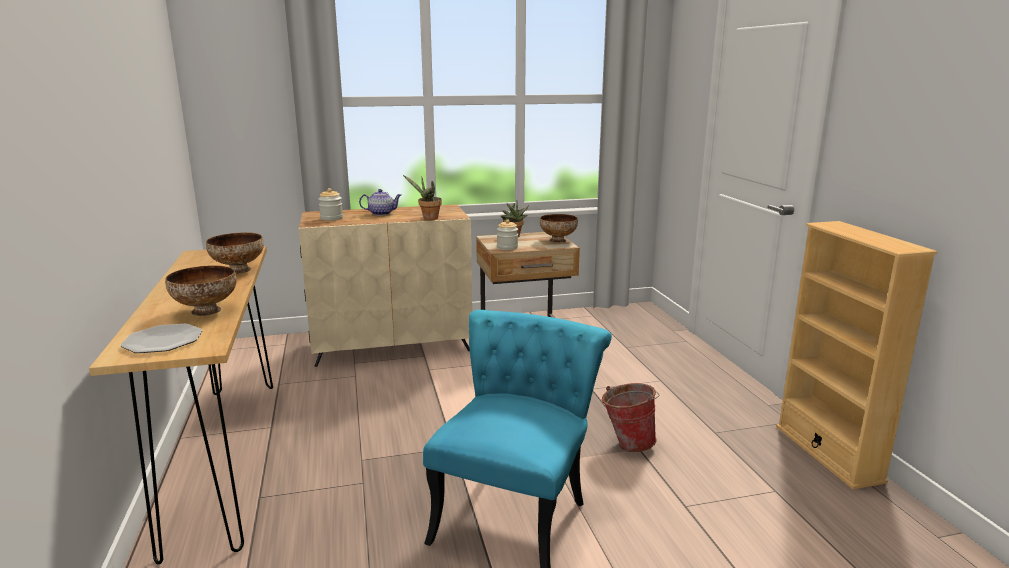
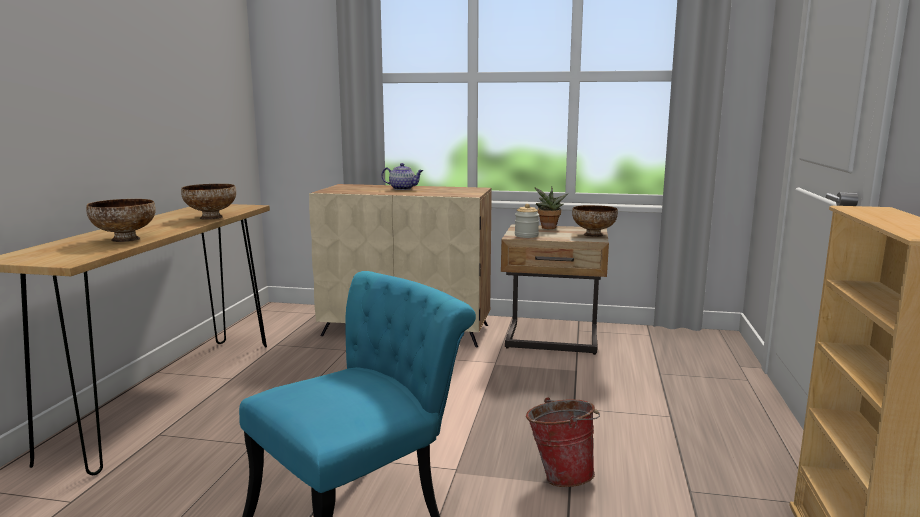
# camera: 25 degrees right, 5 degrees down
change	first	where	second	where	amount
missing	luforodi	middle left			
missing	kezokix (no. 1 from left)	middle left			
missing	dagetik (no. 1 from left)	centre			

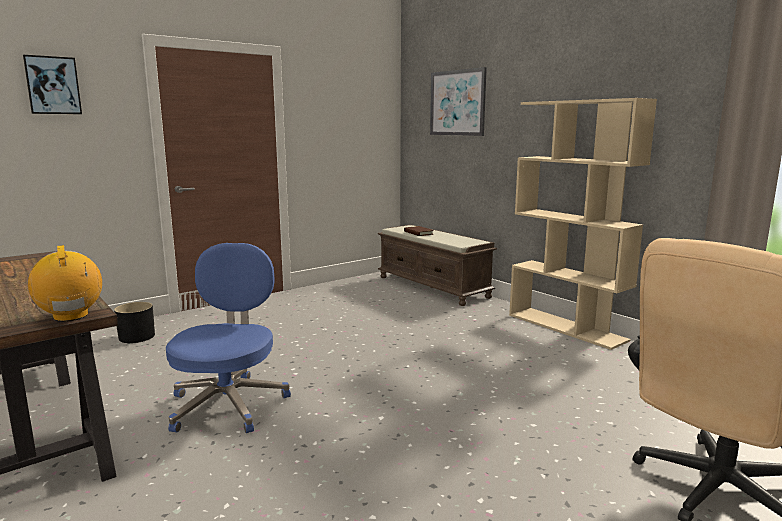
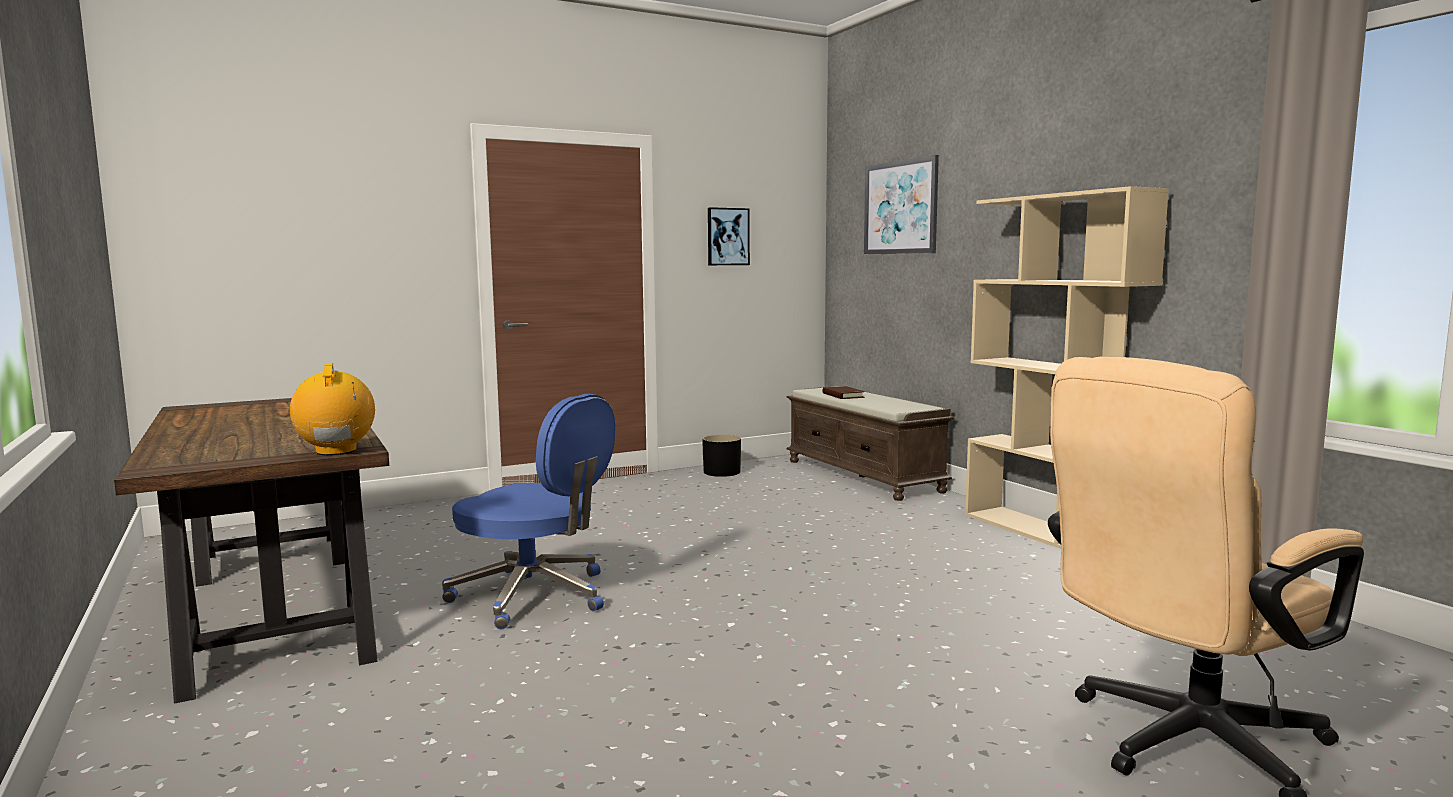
# camera: 10 degrees right, 5 degrees down
change	first	where	second	where	amount
relocated	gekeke (no. 1 from left)	top left		top centre	
relocated	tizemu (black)	middle left		centre	
spun	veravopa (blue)	middle left		centre	105 degrees clockwise

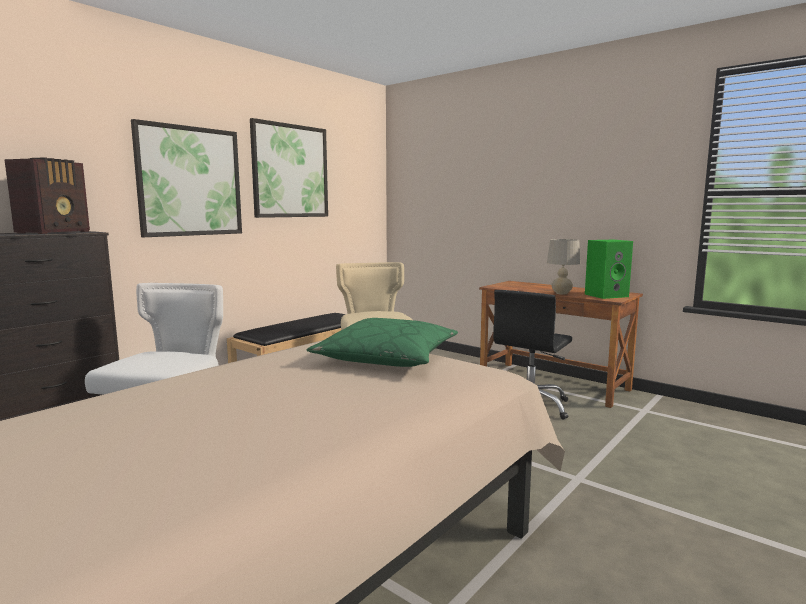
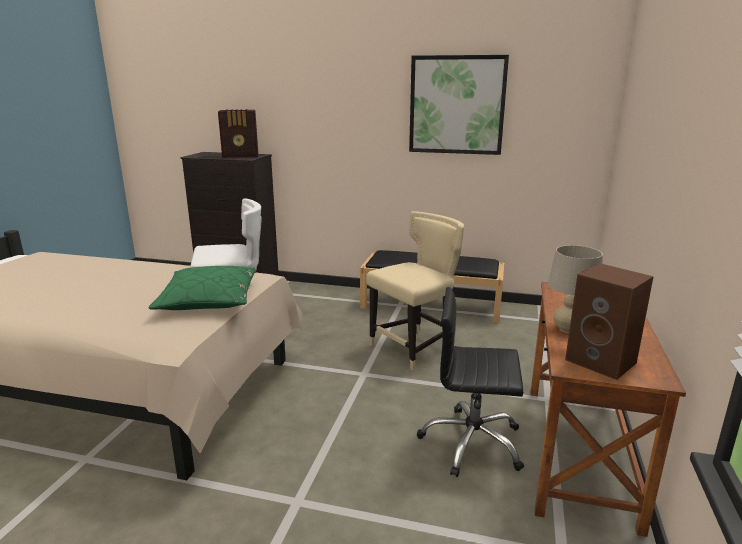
# camera: 65 degrees right, 10 degrees up
change	first	where	second	where	amount
missing	gekeke (no. 1 from left)	top left			
colour	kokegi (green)	middle right	kokegi (brown)	middle right	

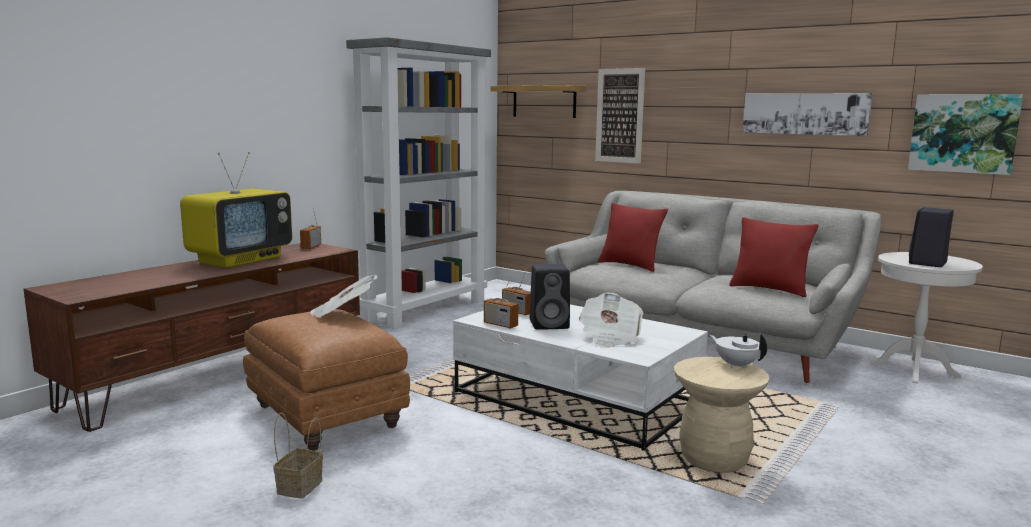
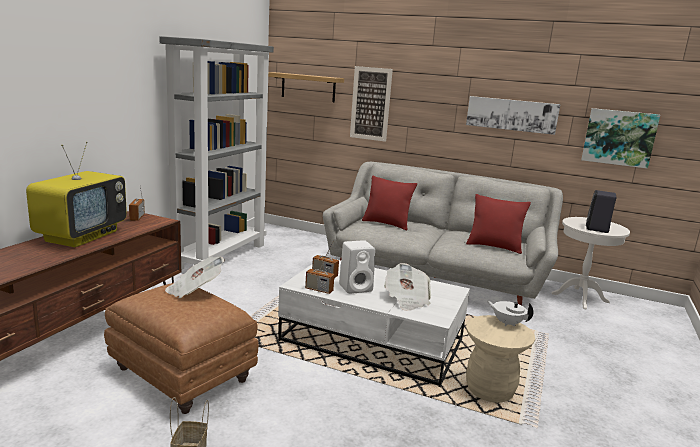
# camera: 15 degrees left, 5 degrees up
change	first	where	second	where	amount
colour	kokegi (black) (no. 1 from left)	centre	kokegi (white)	centre	

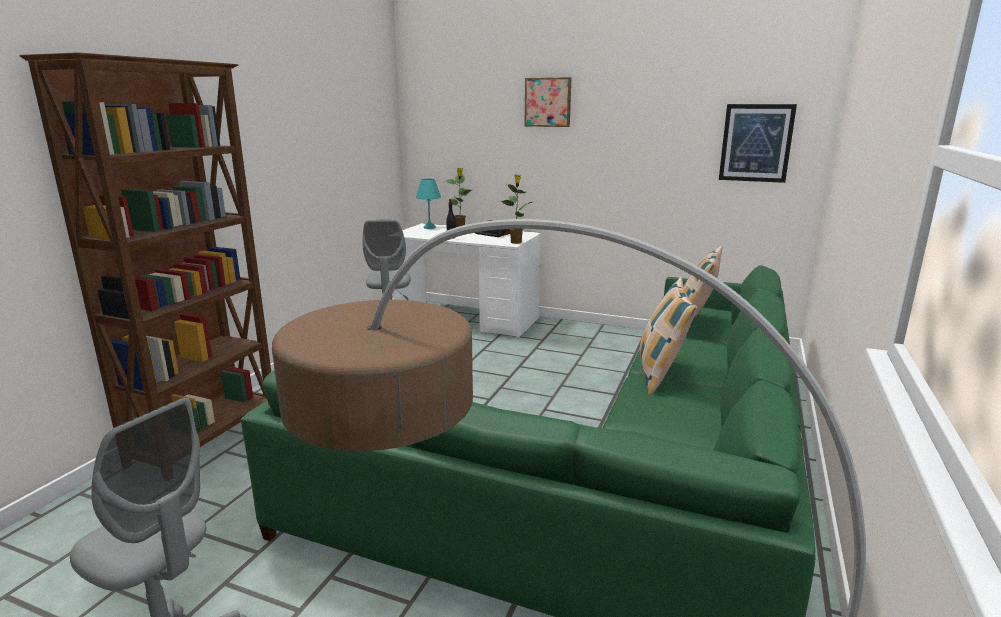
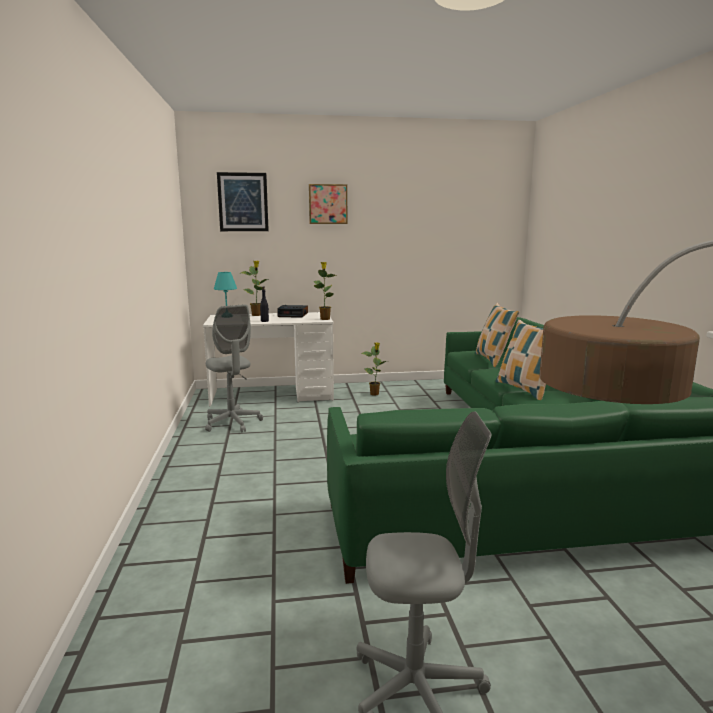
# camera: 30 degrees left, 5 degrees down
change	first	where	second	where	amount
missing	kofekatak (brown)	middle left			
relocated	gekeke (no. 2 from left in the first image)	top right	gekeke (no. 1 from left)	top centre	
appeared			dagetik (no. 3 from left)	centre	

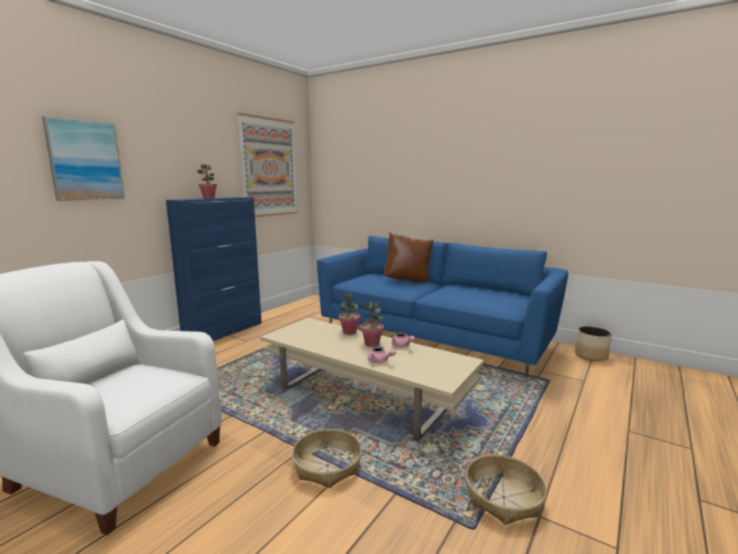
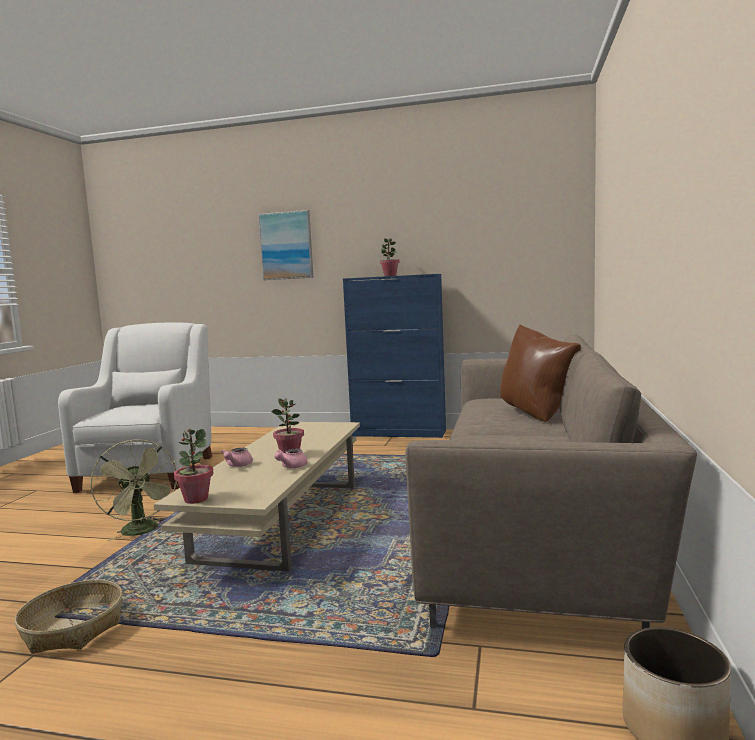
# camera: 70 degrees right, 5 degrees down
change	first	where	second	where	amount
missing	gekeke (no. 2 from left)	top centre			
exchanged	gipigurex (no. 1 from left)	bottom centre	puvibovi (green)	middle left	
colour	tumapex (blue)	centre	tumapex (beige)	middle right	
relocated	dagetik (no. 2 from left in the first image)	centre	dagetik (no. 1 from left)	middle left	

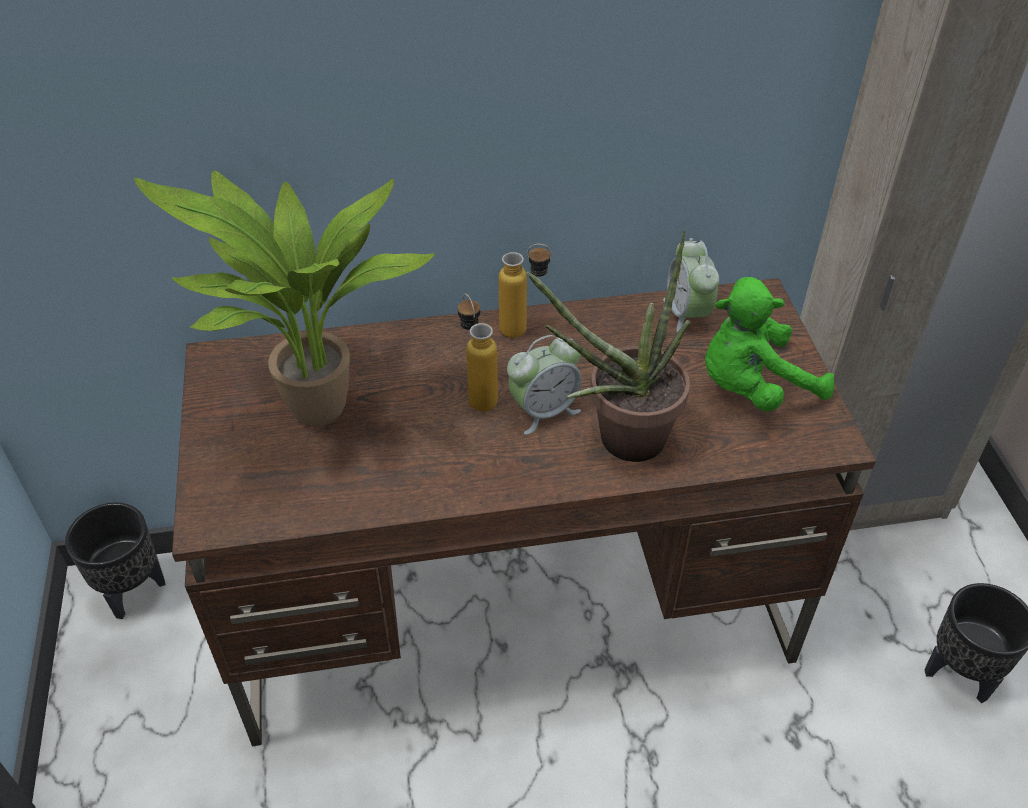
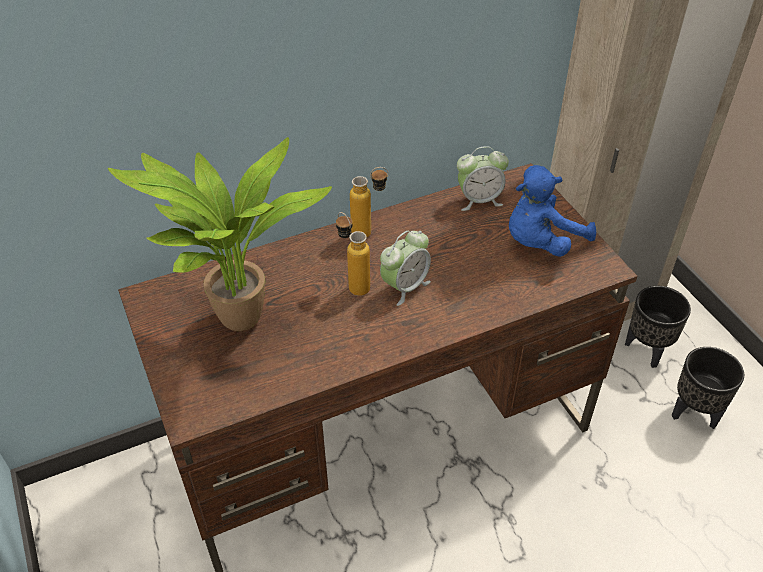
# camera: 15 degrees left, 0 degrees up
change	first	where	second	where	amount
relocated	tizemu (black) (no. 1 from left)	bottom left		middle right	
missing	dagetik (no. 2 from left)	centre			
spun	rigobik (no. 2 from left)	middle right		top centre	75 degrees counterclockwise
colour	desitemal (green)	middle right	desitemal (blue)	middle right	

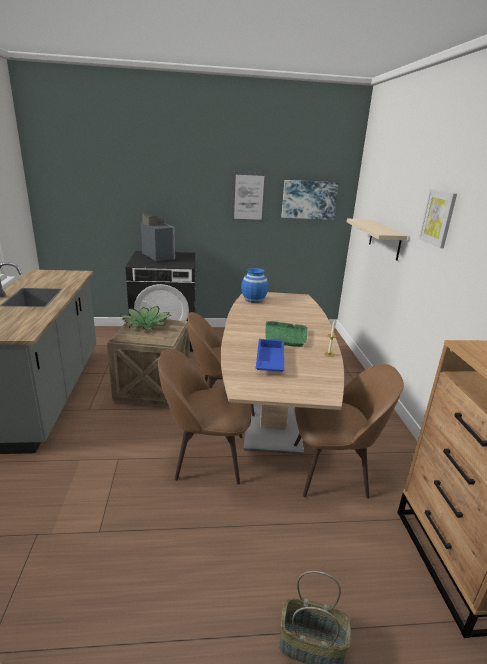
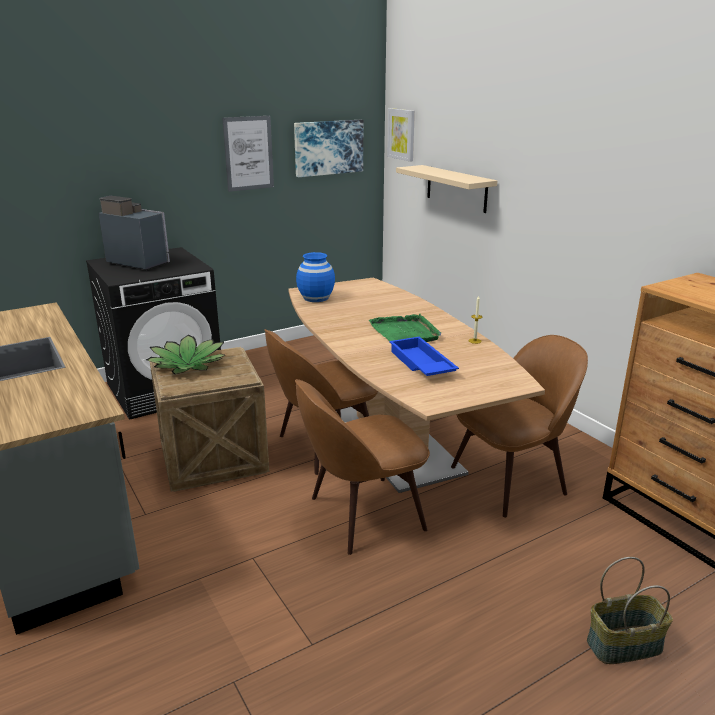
# camera: 25 degrees left, 0 degrees up
change	first	where	second	where	amount
relocated	gekeke (no. 3 from left)	top right		top centre	

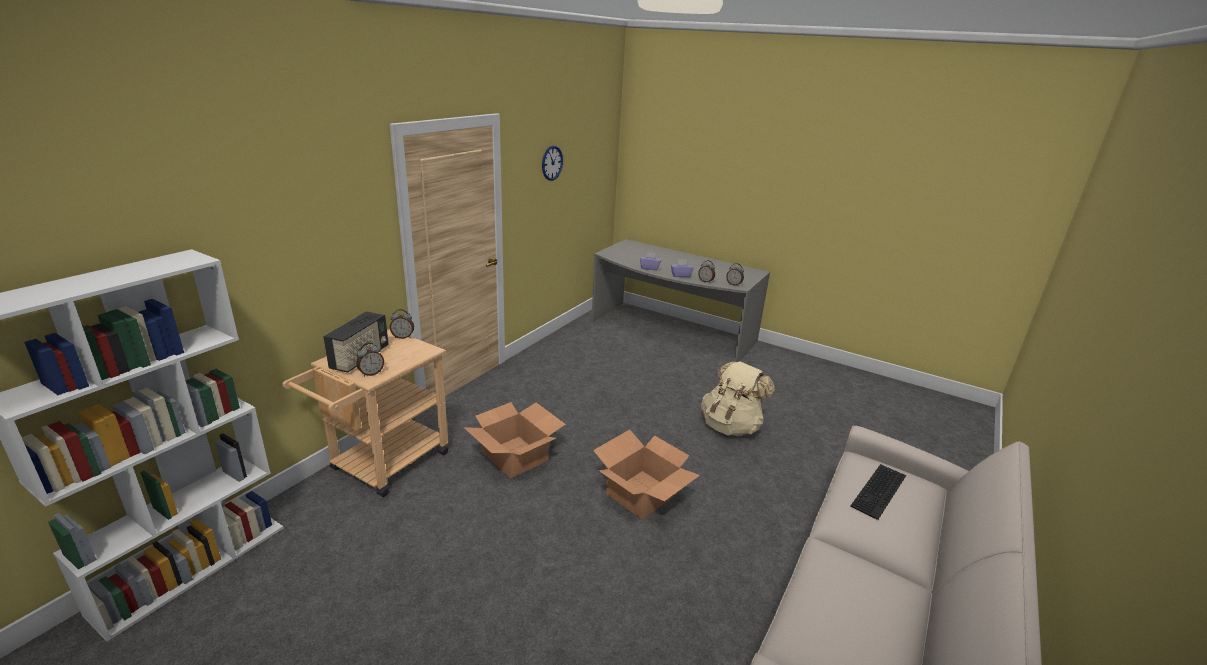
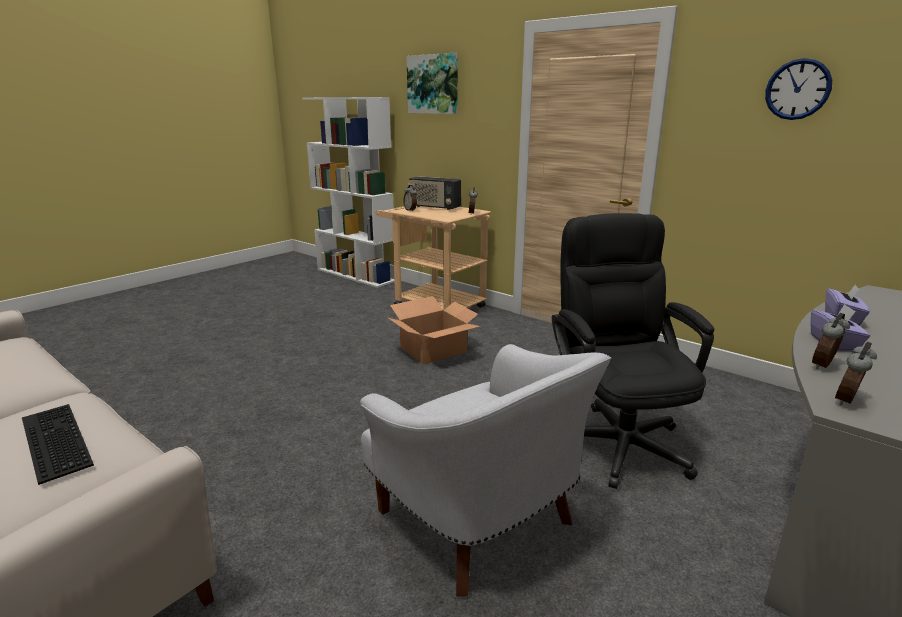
# camera: 100 degrees right, 5 degrees down
change	first	where	second	where	amount
missing	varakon (no. 2 from left)	bottom centre			
exchanged	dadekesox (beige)	centre	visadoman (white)	bottom centre	
appeared			gekeke	top centre	
appeared			veravopa (black)	middle right	

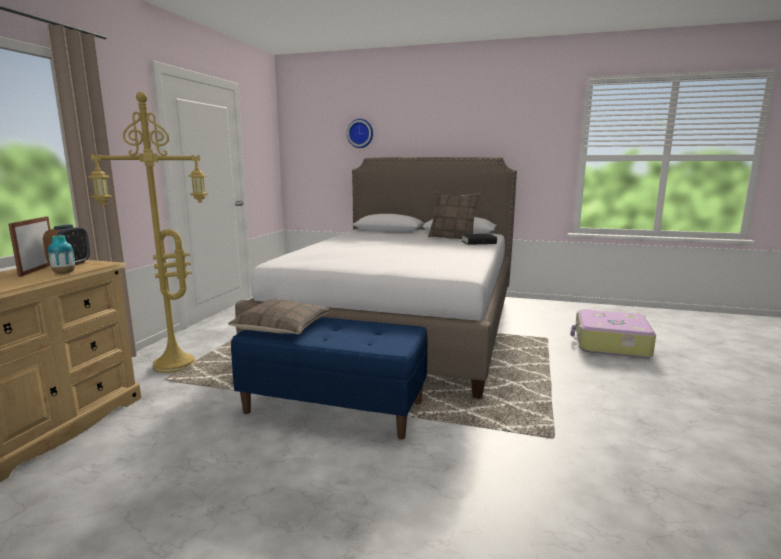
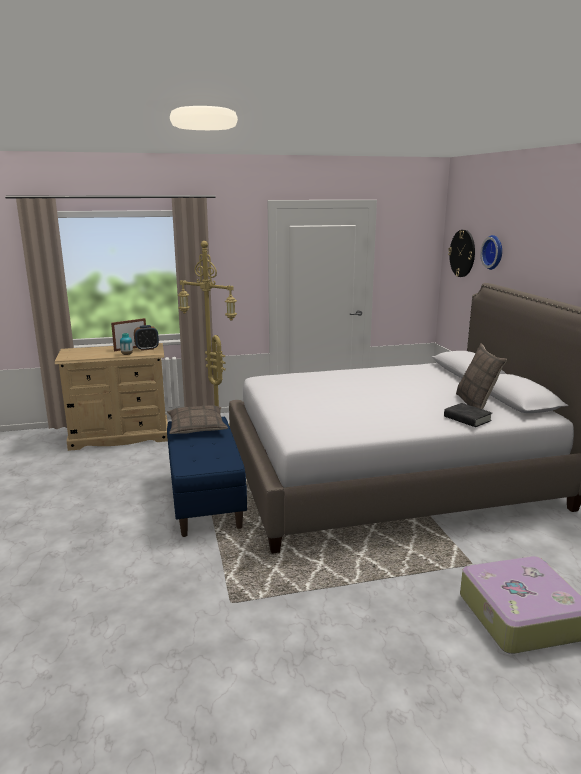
# camera: 60 degrees right, 5 degrees up
change	first	where	second	where	amount
appeared			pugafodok (no. 1 from left)	top right	

